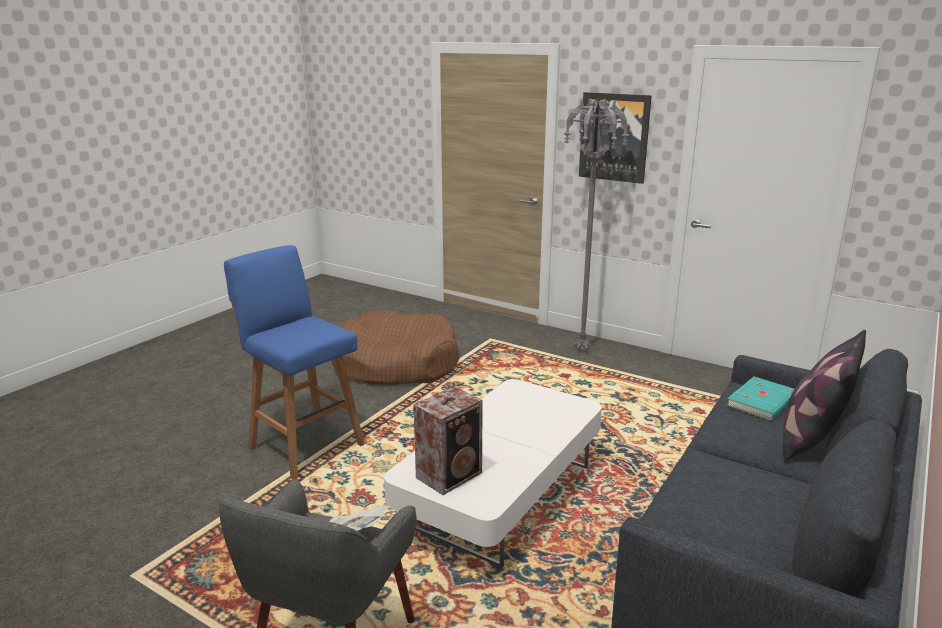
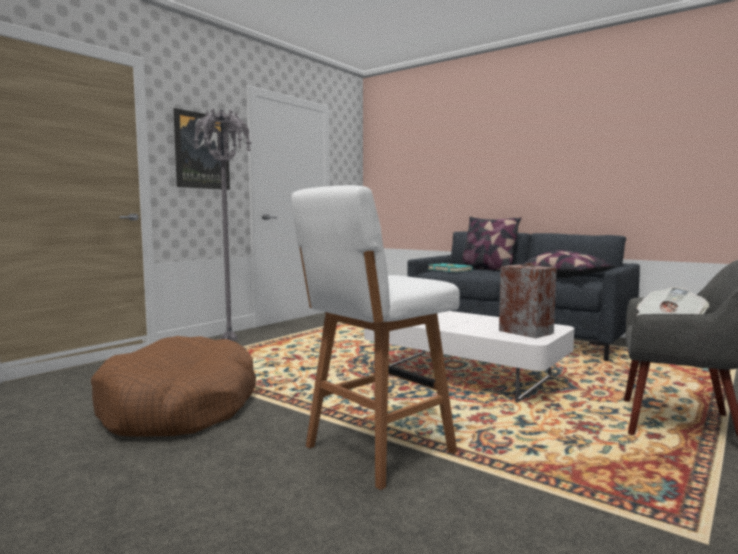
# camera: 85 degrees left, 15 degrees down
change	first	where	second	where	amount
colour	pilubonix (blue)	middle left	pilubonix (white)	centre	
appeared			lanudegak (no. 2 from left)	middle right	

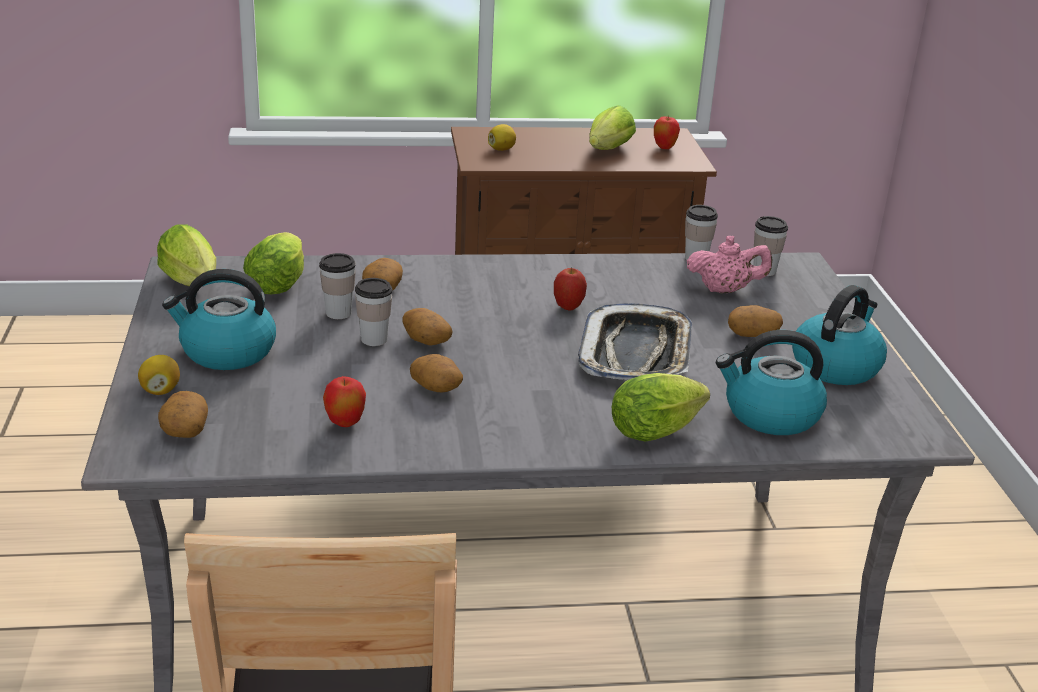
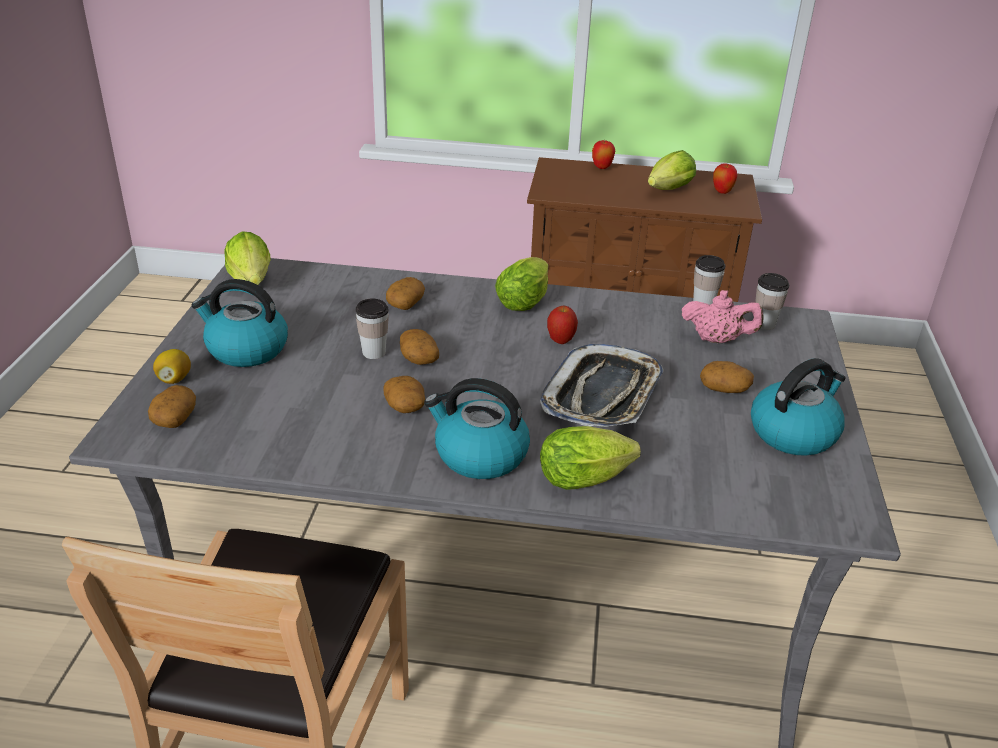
# camera: 15 degrees right, 5 degrees up
change	first	where	second	where	amount
relocated	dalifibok (no. 2 from left)	middle left		centre	
missing	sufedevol (no. 1 from left)	middle left			
relocated	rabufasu (no. 1 from left in the first image)	middle left	rabufasu (no. 2 from left)	top centre	
missing	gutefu (no. 2 from left)	top centre			
relocated	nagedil (no. 2 from left)	middle right		centre	

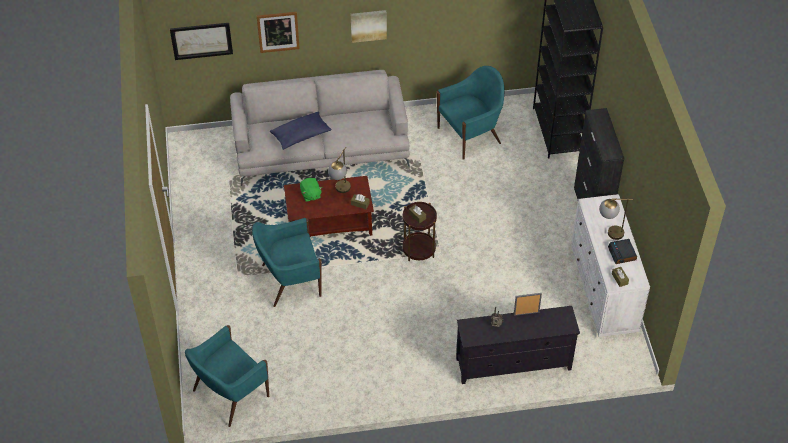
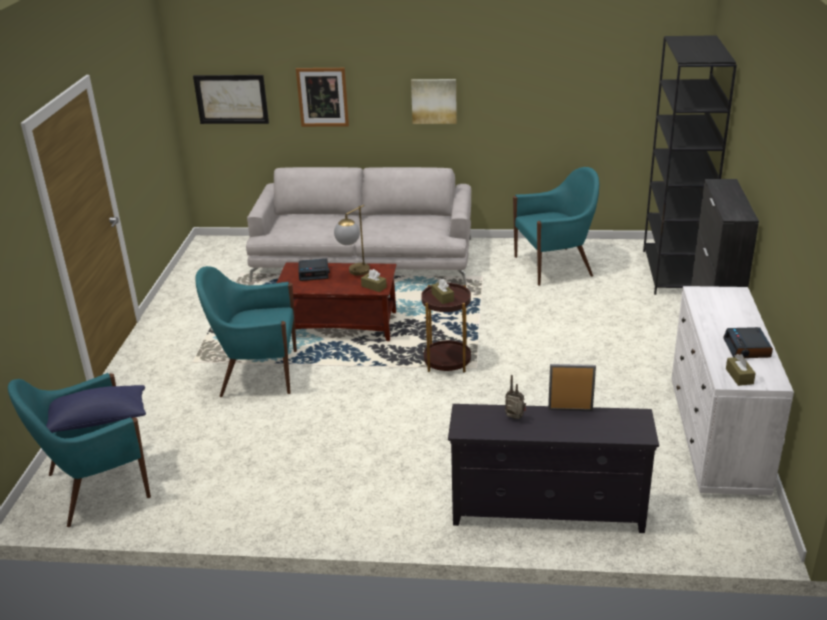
# camera: 15 degrees right, 20 degrees down
change	first	where	second	where	amount
relocated	lanudegak (blue)	top centre		middle left	
exchanged	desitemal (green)	centre	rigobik (no. 1 from left)	centre	
missing	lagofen (no. 2 from left)	middle right			

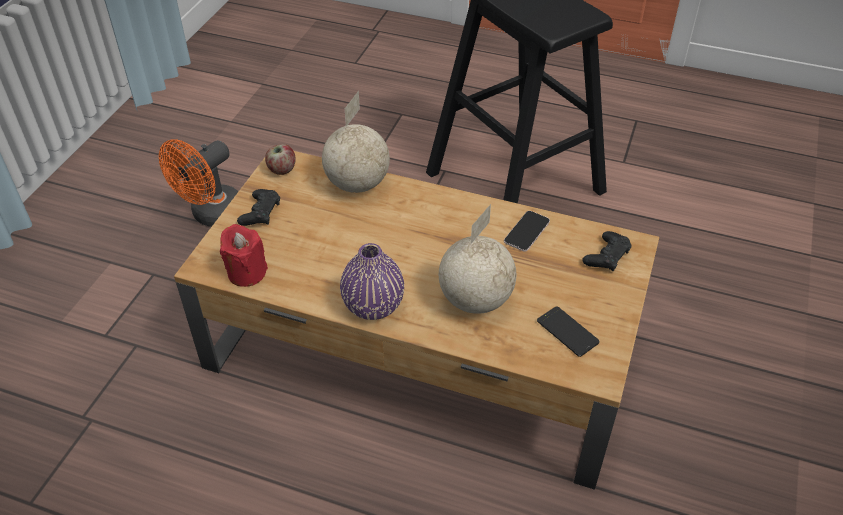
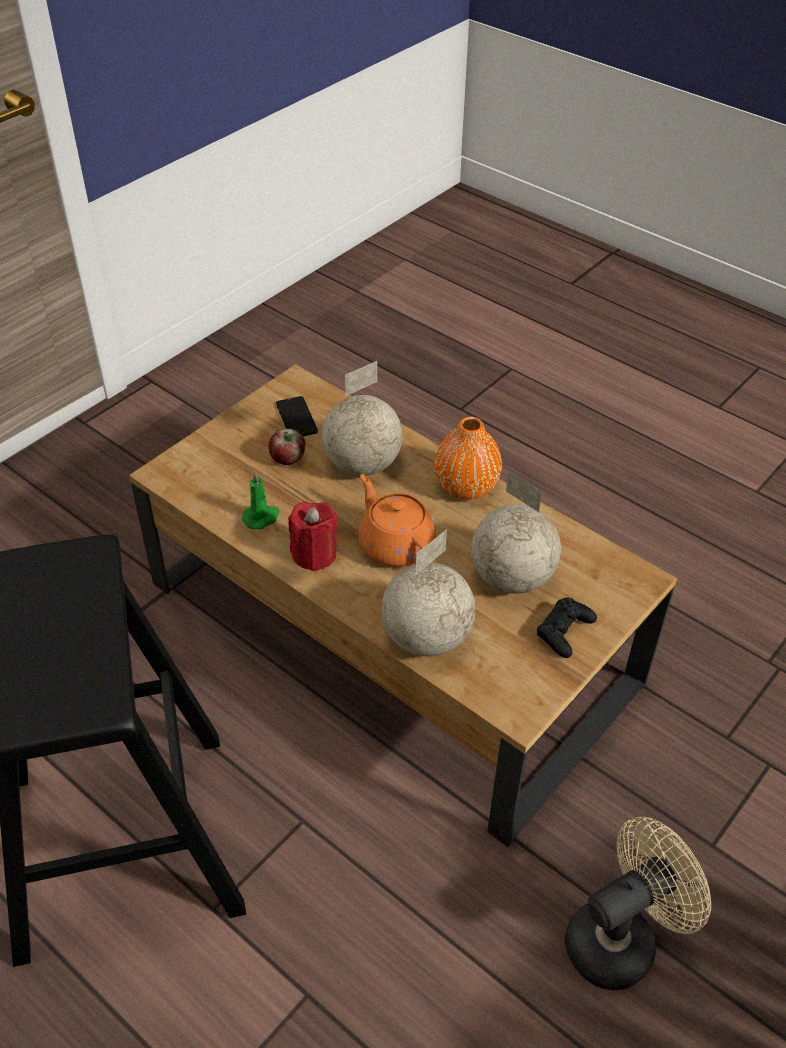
# camera: 160 degrees left, 0 degrees up
change	first	where	second	where	amount
colour	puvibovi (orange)	middle left	puvibovi (beige)	bottom right	
relocated	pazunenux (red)	middle left		centre	
relocated	rabufasu	top left		centre	
colour	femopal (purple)	centre	femopal (orange)	centre	
exchanged	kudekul (no. 1 from left)	centre	pazunenux (green)	middle left	
missing	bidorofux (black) (no. 2 from left)	middle right			
appeared			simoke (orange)	centre	
appeared			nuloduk (no. 3 from left)	centre	

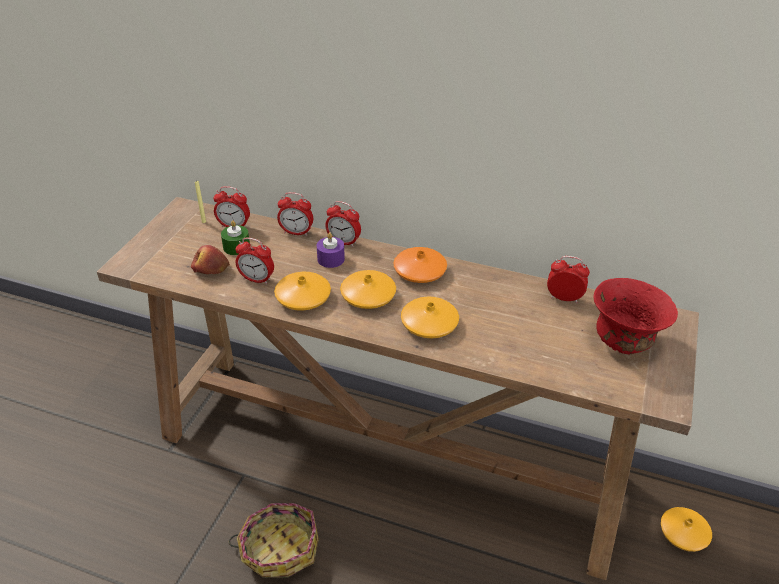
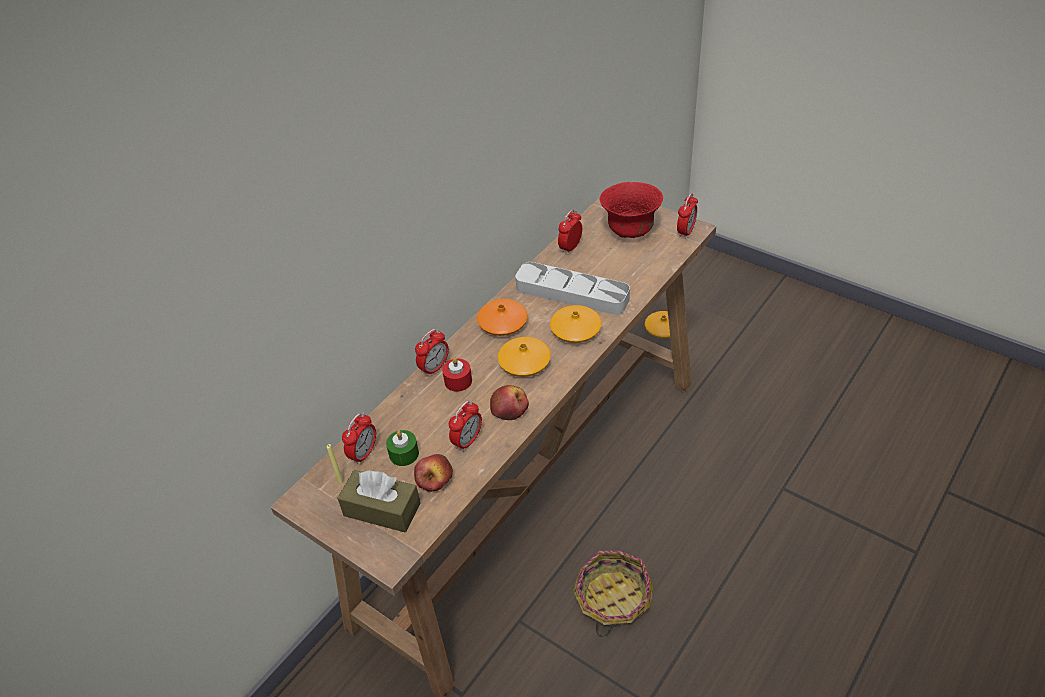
# camera: 70 degrees left, 5 degrees up
change	first	where	second	where	amount
exchanged	femopal (orange) (no. 1 from left)	centre	rabufasu (no. 2 from left)	centre	
relocated	rigobik (no. 3 from left in the first image)	centre	rigobik (no. 5 from left)	top centre	
colour	pazunenux (purple)	centre	pazunenux (red)	centre	
appeared			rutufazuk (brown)	bottom centre	
appeared			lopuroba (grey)	centre	

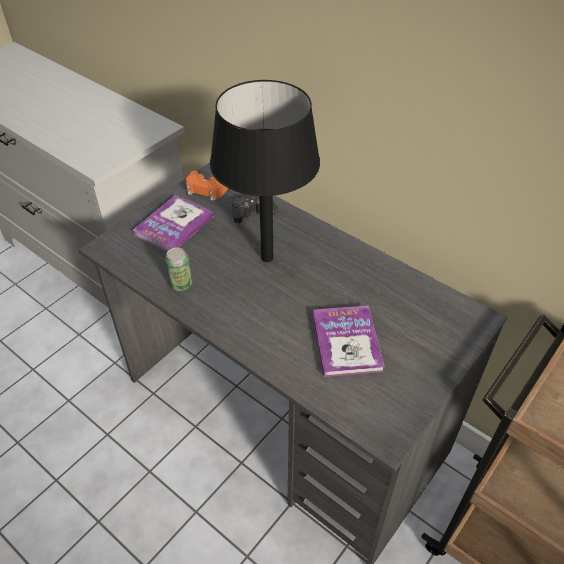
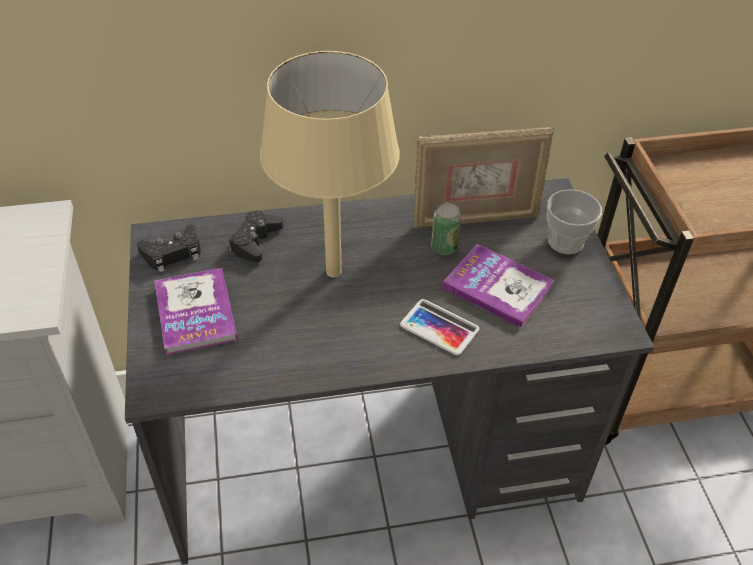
# camera: 50 degrees left, 0 degrees up
change	first	where	second	where	amount
relocated	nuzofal	middle left		centre	
colour	bidorofux (orange)	top centre	bidorofux (black) (no. 1 from left)	middle left	
colour	lagofen (black)	top centre	lagofen (beige)	top centre	
appeared			kudekul	centre	
appeared			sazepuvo	top centre	
appeared			sufedevol	middle right	

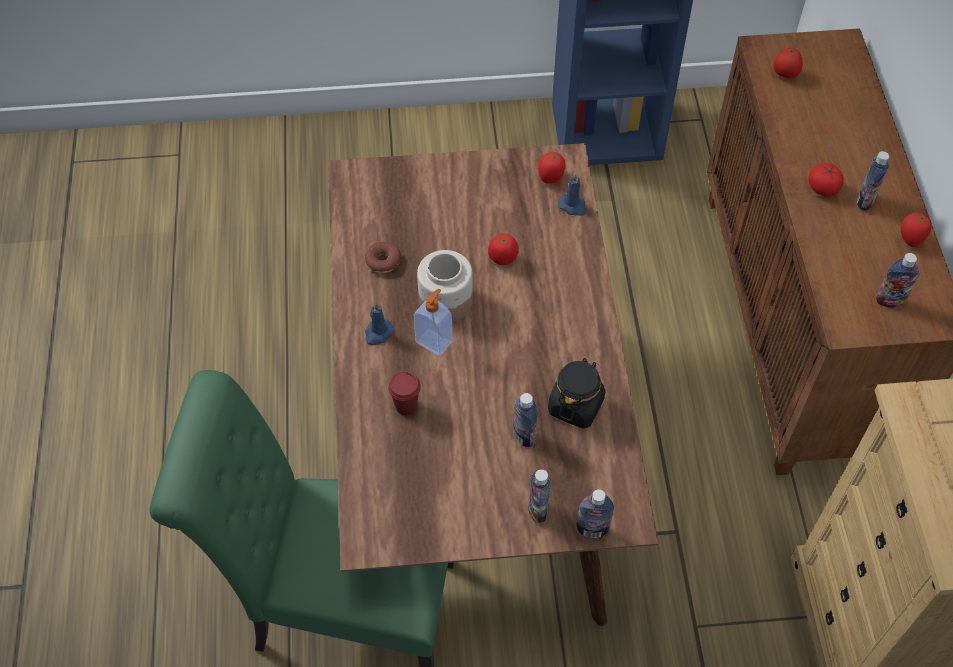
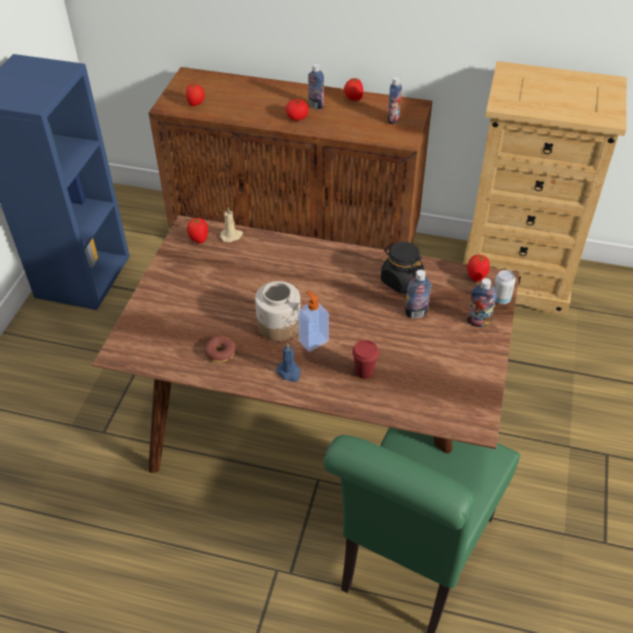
# camera: 70 degrees left, 10 degrees down
change	first	where	second	where	amount
relocated	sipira (no. 1 from left in the first image)	centre	sipira (no. 5 from left)	middle right	
colour	pazunenux (blue) (no. 2 from left)	top centre	pazunenux (beige)	centre	
exchanged	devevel (no. 3 from left)	bottom centre	nuzofal	middle right	

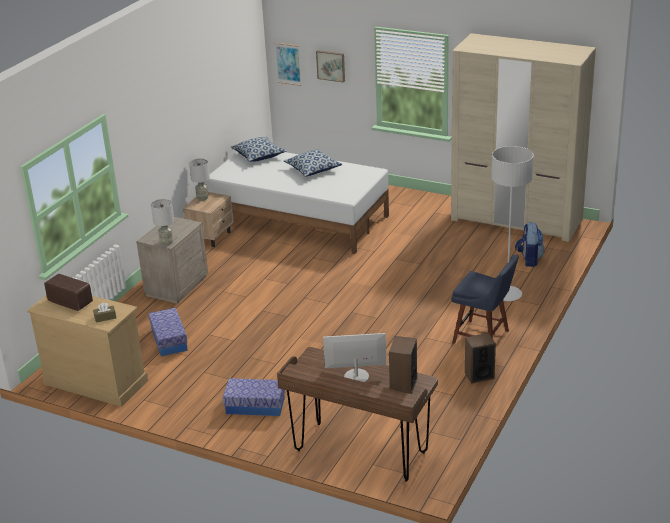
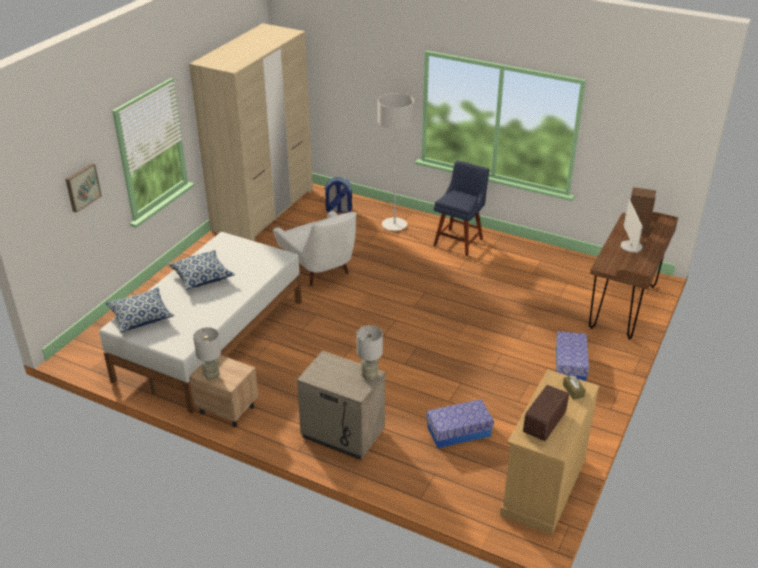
# camera: 90 degrees left, 5 degrees up
change	first	where	second	where	amount
missing	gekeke (no. 1 from left)	top centre			
missing	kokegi (no. 2 from left)	bottom right			
appeared			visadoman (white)	centre	

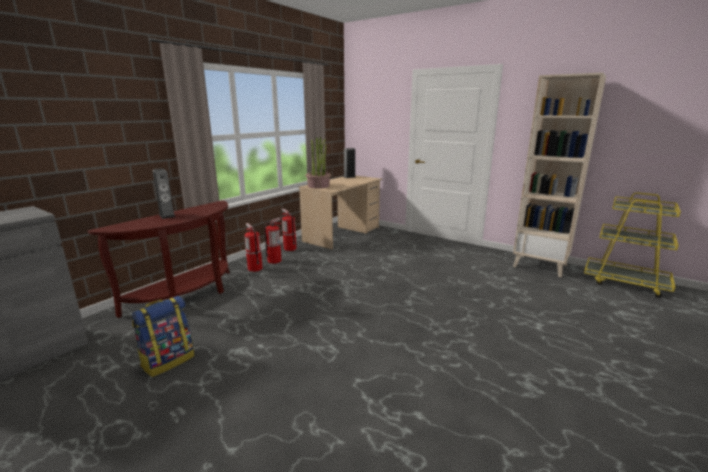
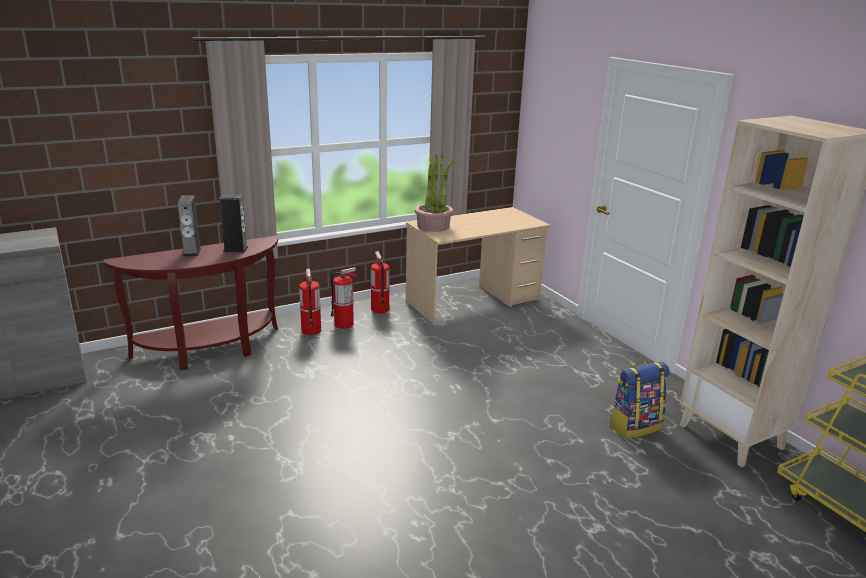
# camera: 25 degrees right, 5 degrees up
change	first	where	second	where	amount
relocated	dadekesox	bottom left		bottom right	
relocated	kokegi (no. 2 from left)	centre		middle left	

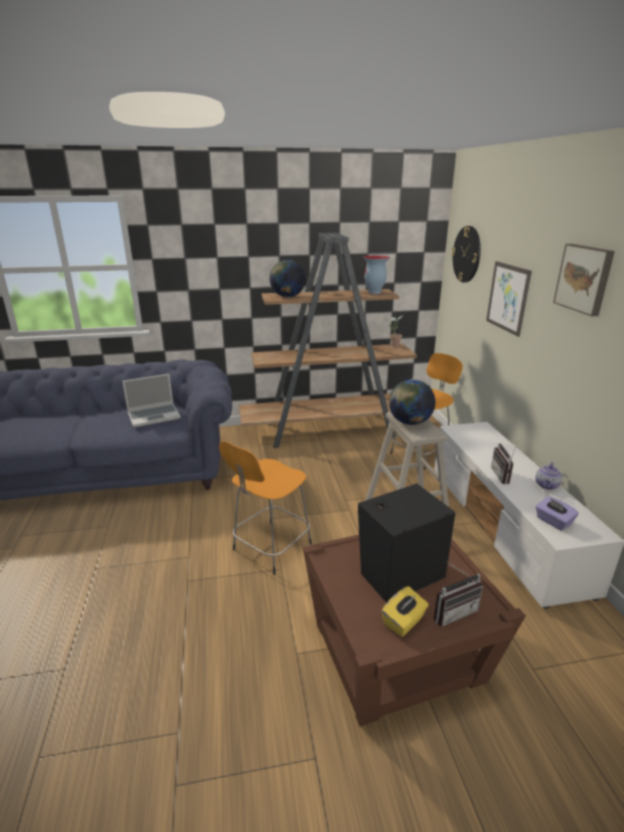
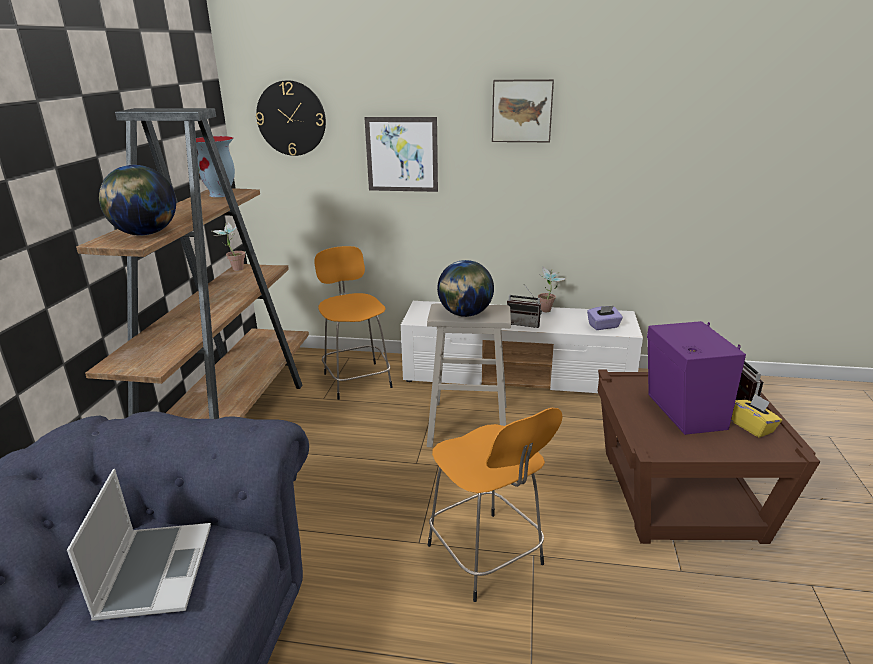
# camera: 70 degrees left, 0 degrees up
change	first	where	second	where	amount
colour	kokegi (black)	centre	kokegi (purple)	middle right	
exchanged	simoke	middle right	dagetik (no. 2 from left)	centre	

